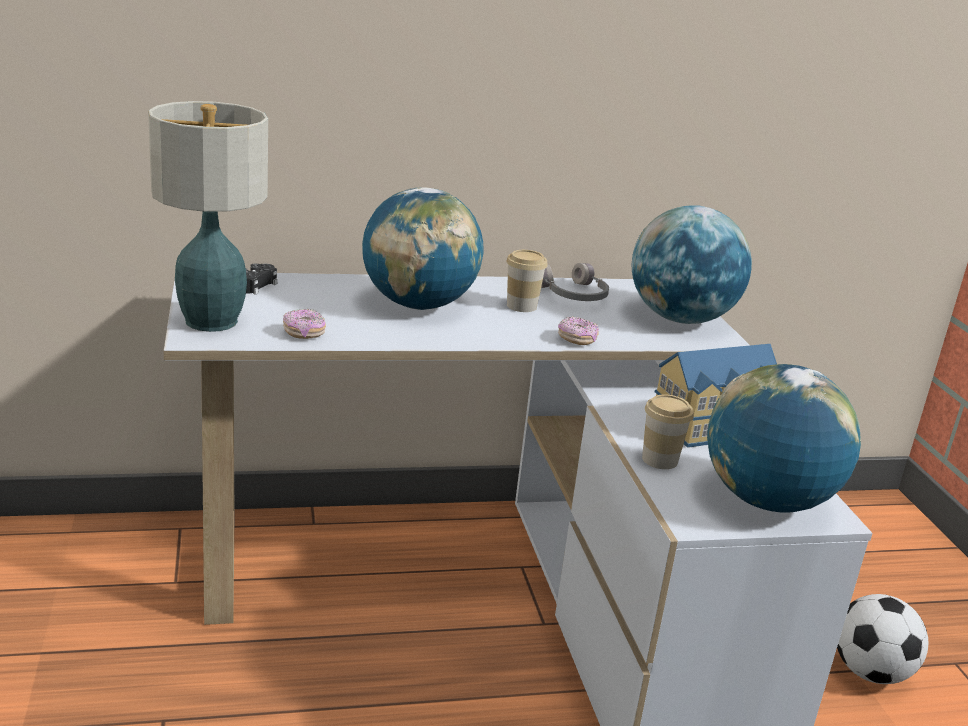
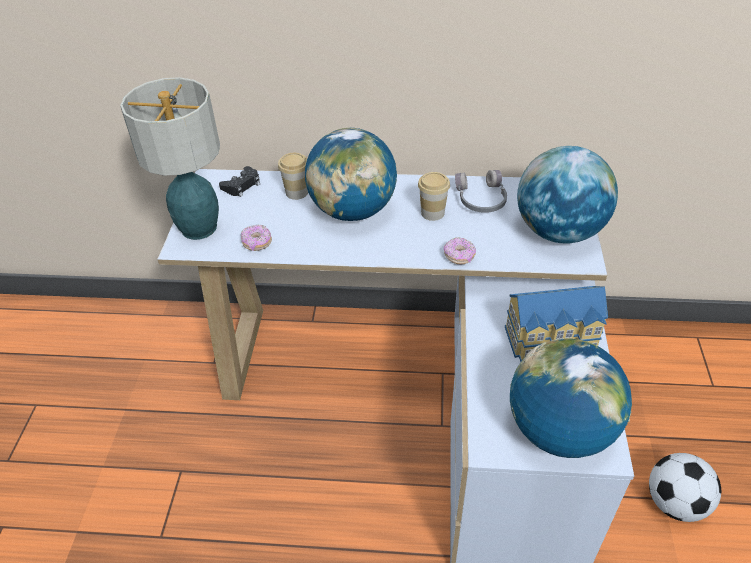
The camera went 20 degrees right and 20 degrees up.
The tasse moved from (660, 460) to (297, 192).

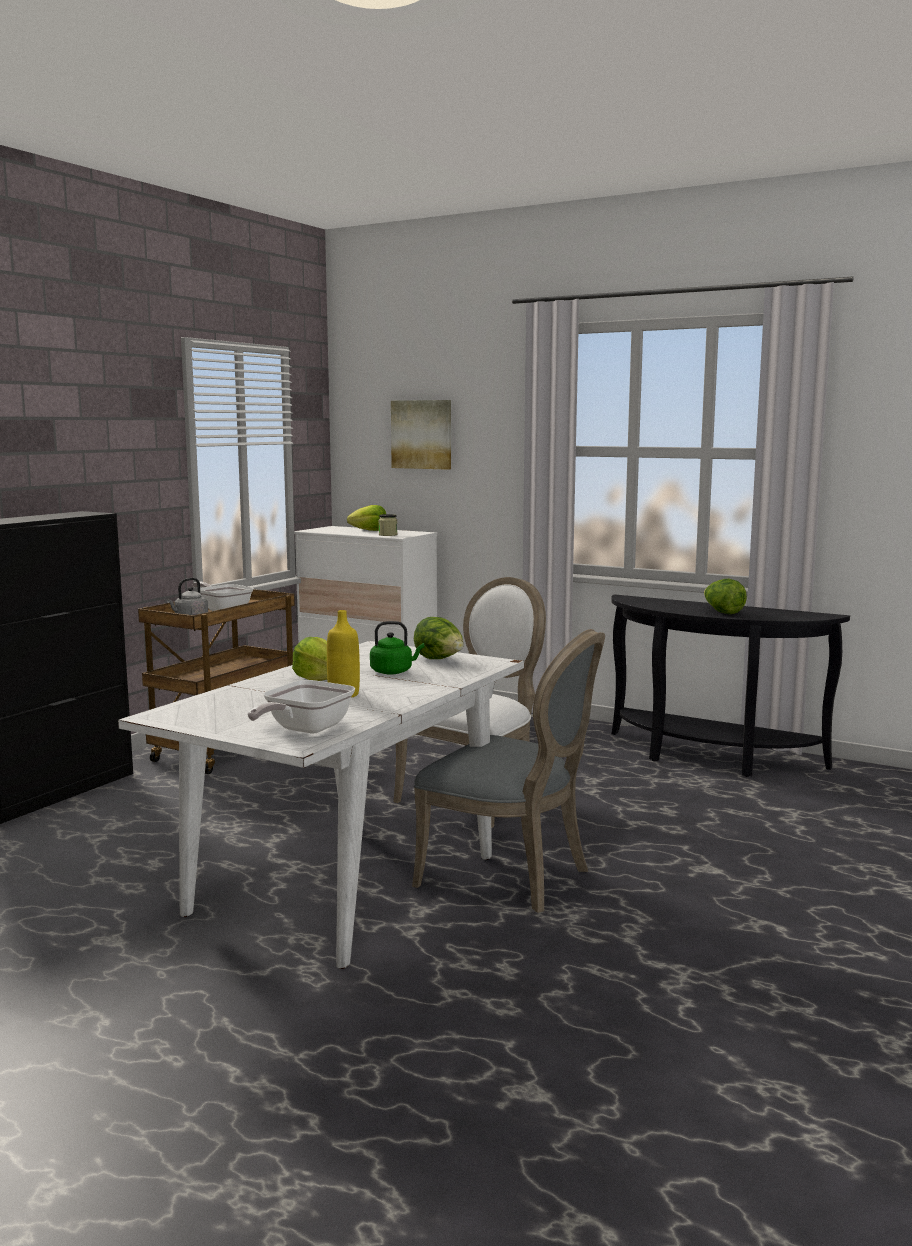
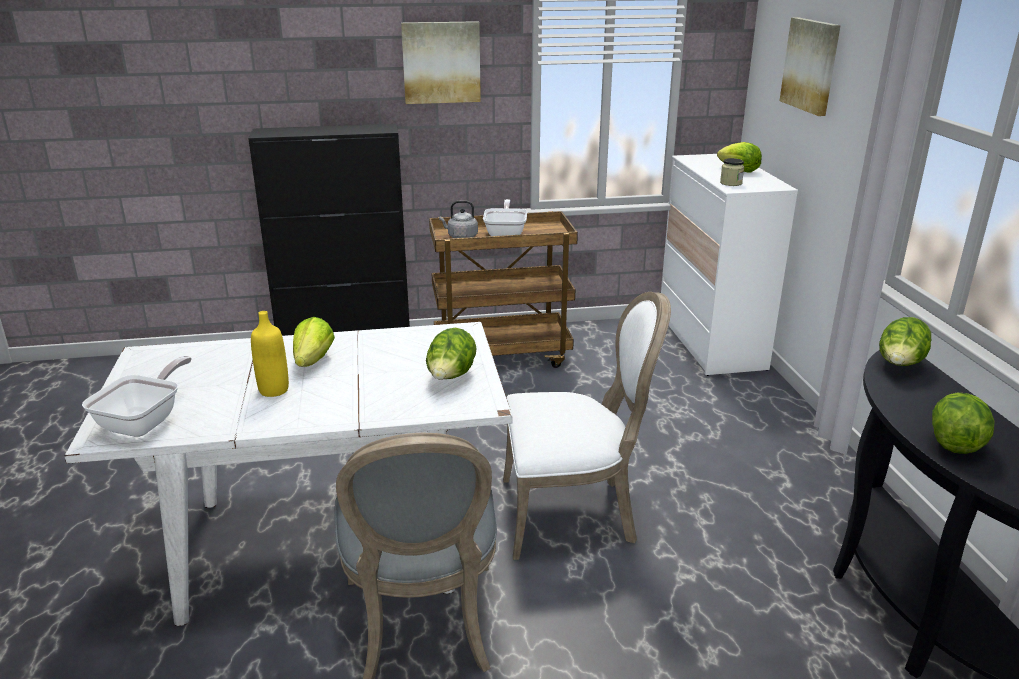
The camera went 50 degrees right and 15 degrees up.
The bouilloire [vert] at (393, 672) disappeared.
The tableau at (441, 62) appeared.
The laitue at (899, 365) appeared.
The poêle at (303, 730) turned 120 degrees clockwise.

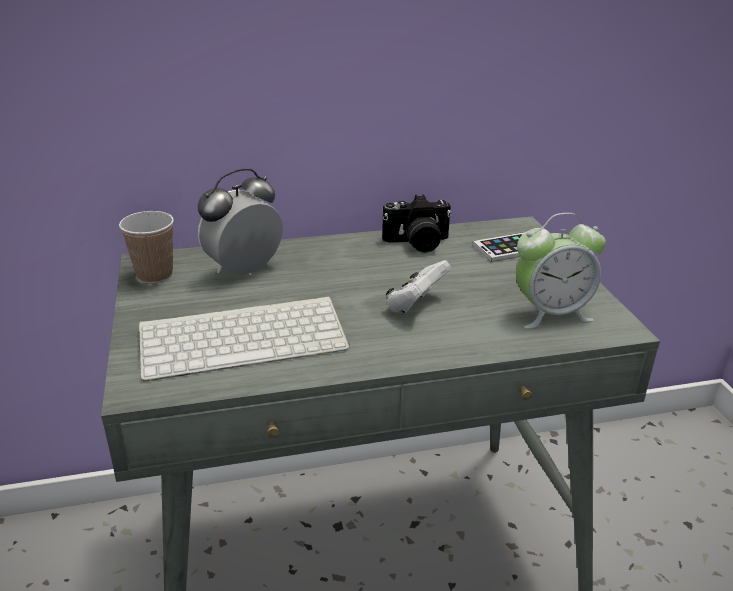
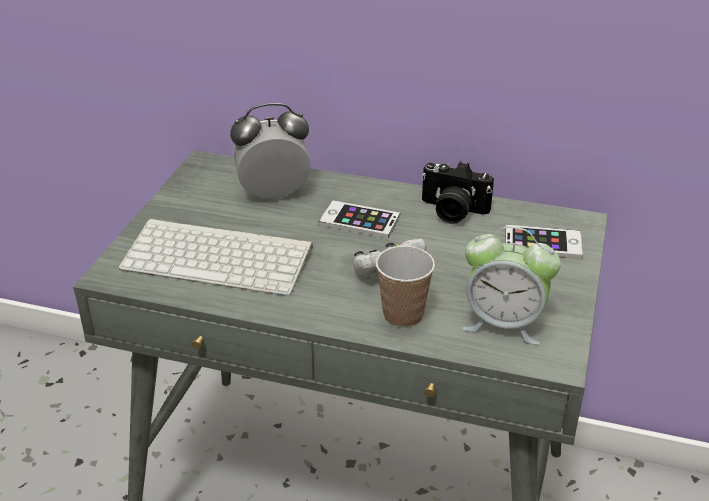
The camera went 30 degrees right and 5 degrees up.
The téléphone at (359, 220) appeared.
The tasse moved from (155, 275) to (403, 315).

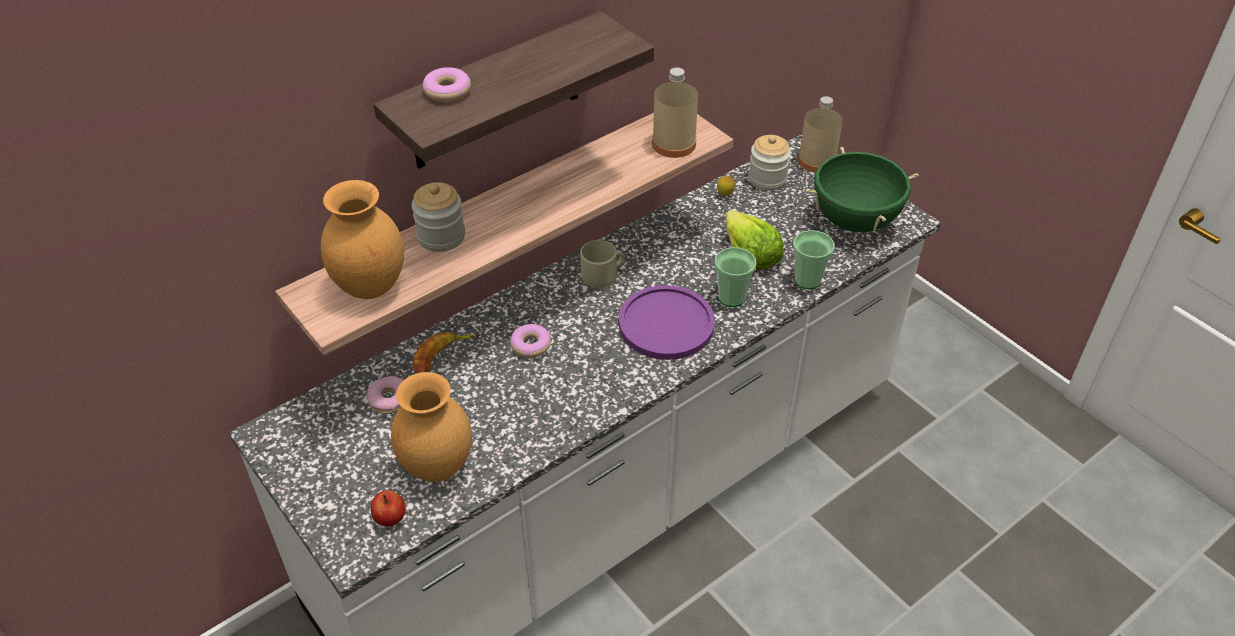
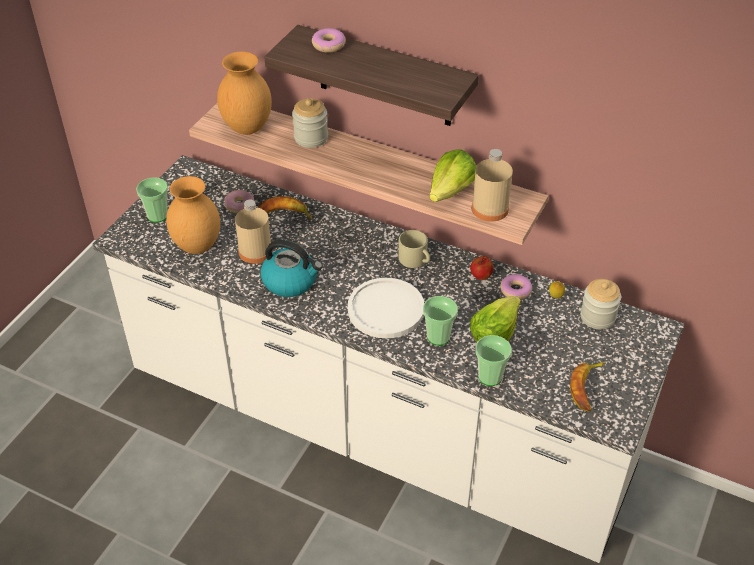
The camera went 65 degrees right and 0 degrees up.
The tasse at (157, 215) appeared.
The bouilloire at (291, 281) appeared.
The laitue at (451, 191) appeared.
The pomme moved from (390, 519) to (481, 276).
The beignet moved from (531, 345) to (515, 290).
The bouteille [beige] moved from (816, 161) to (255, 251).
The marmite [vert] at (855, 221) was replaced by the banane at (587, 388).
The assiette [violet] at (666, 324) became the assiette [blanc] at (386, 309).

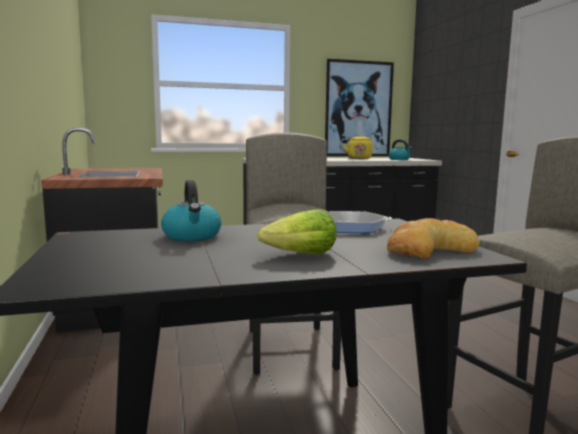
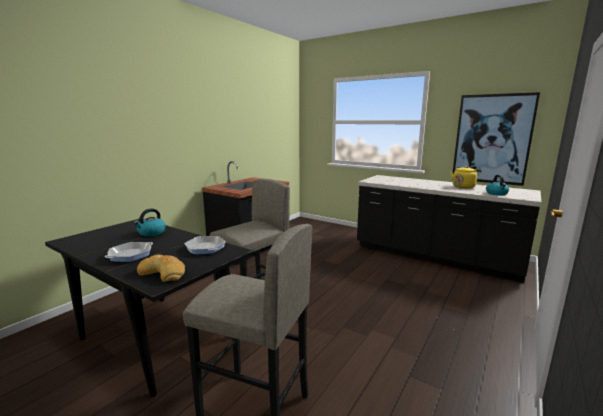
The camera went 50 degrees right and 5 degrees up.
The laitue at (301, 255) was replaced by the poêle at (130, 255).

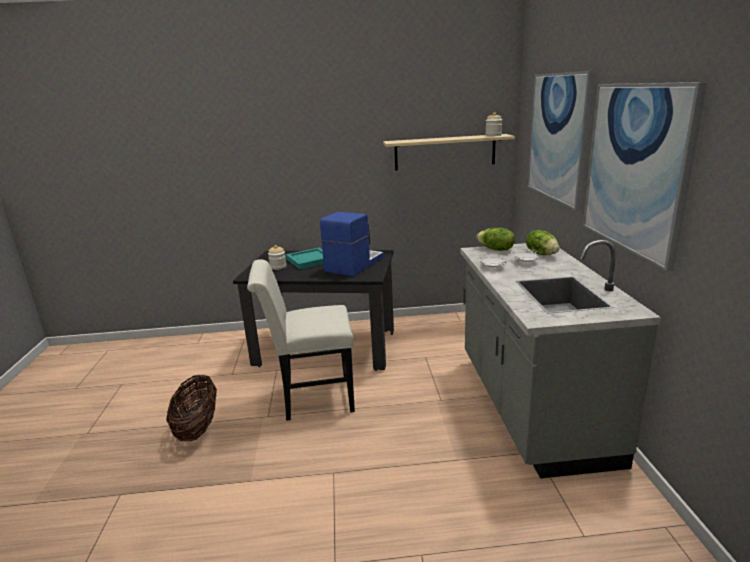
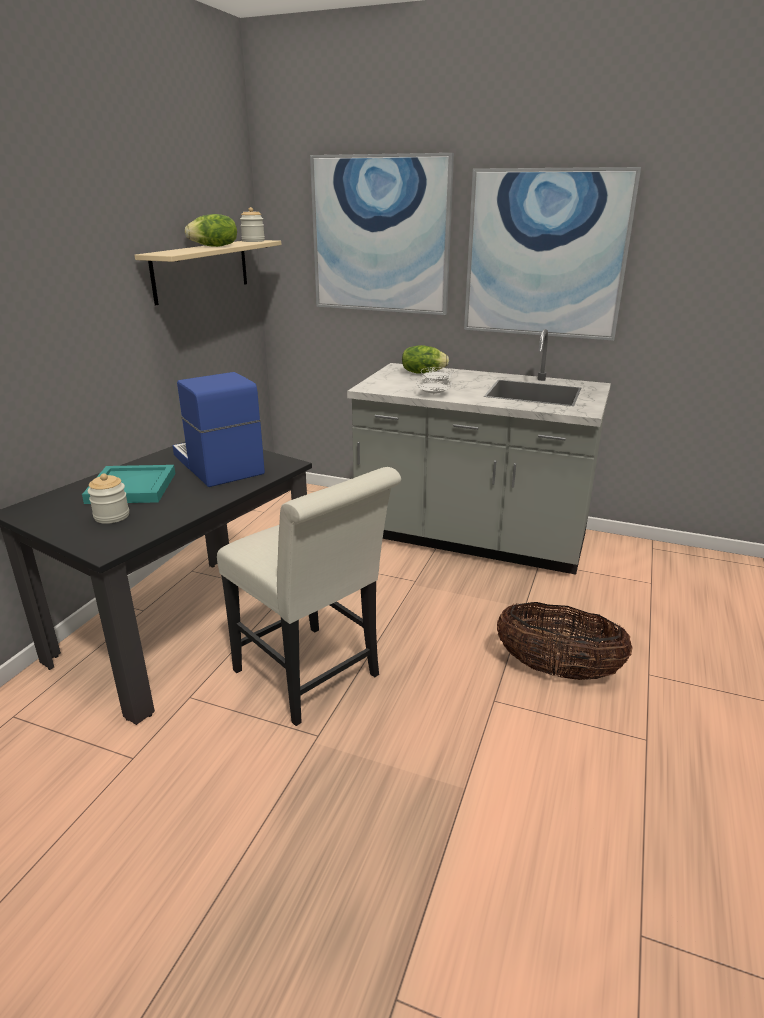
The camera went 65 degrees left and 5 degrees up.
The panier moved from (197, 428) to (557, 670).
The laitue moved from (495, 249) to (214, 246).
The chaise [blanc] at (312, 398) turned 60 degrees counterclockwise.

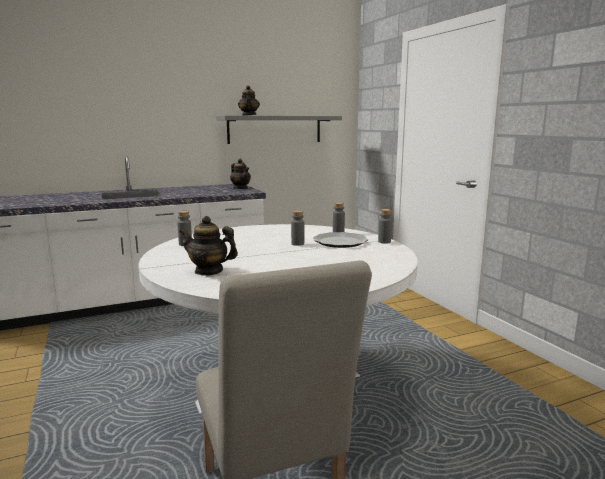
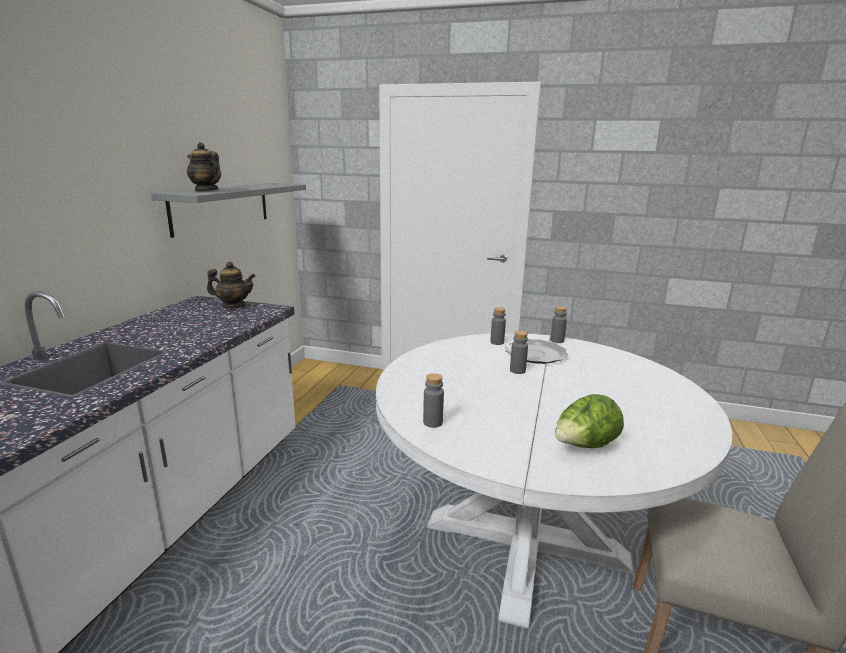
The camera went 50 degrees left and 5 degrees up.
The théière at (209, 271) was replaced by the laitue at (584, 446).

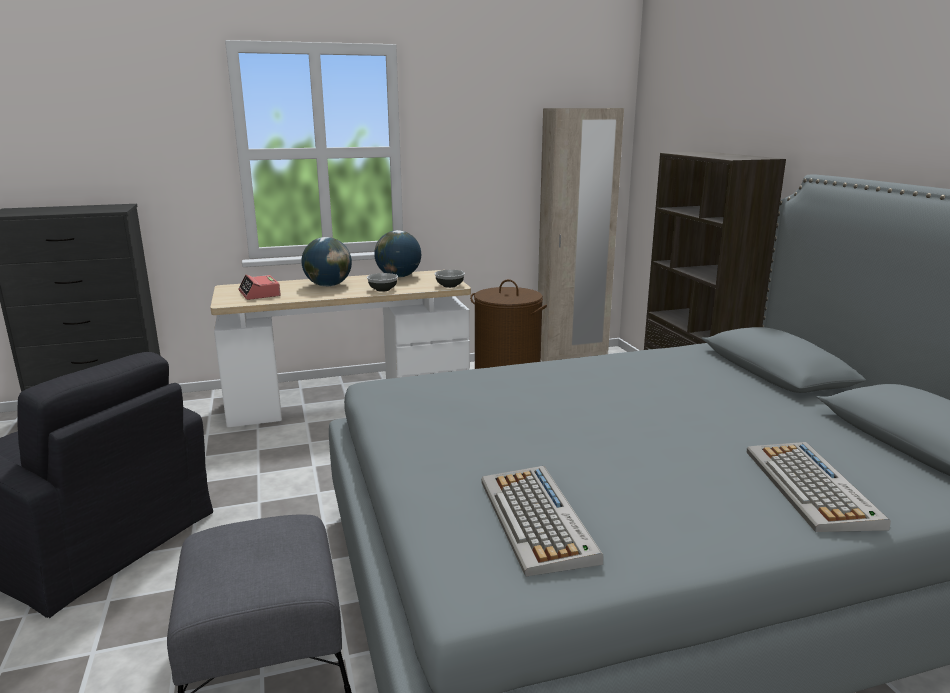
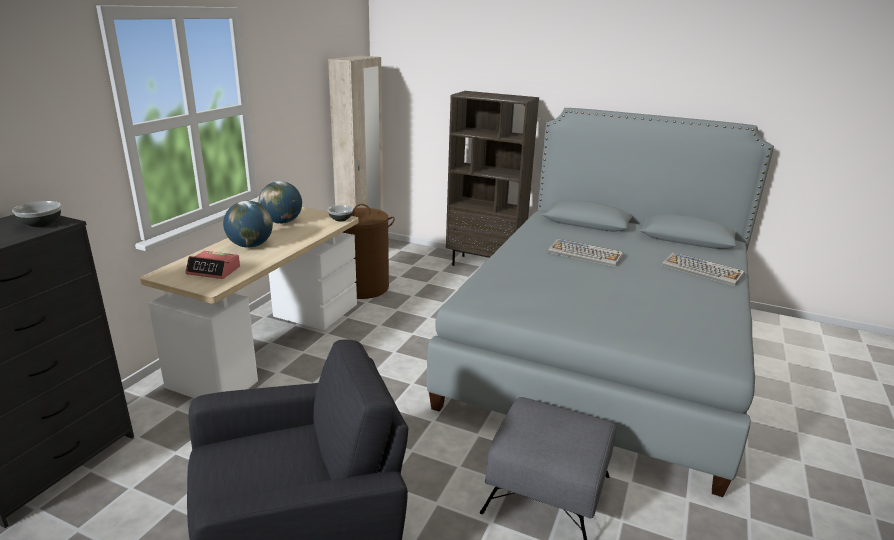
The camera went 50 degrees left and 5 degrees up.
The bol moved from (383, 289) to (42, 224).
The clavier moved from (538, 520) to (585, 254).

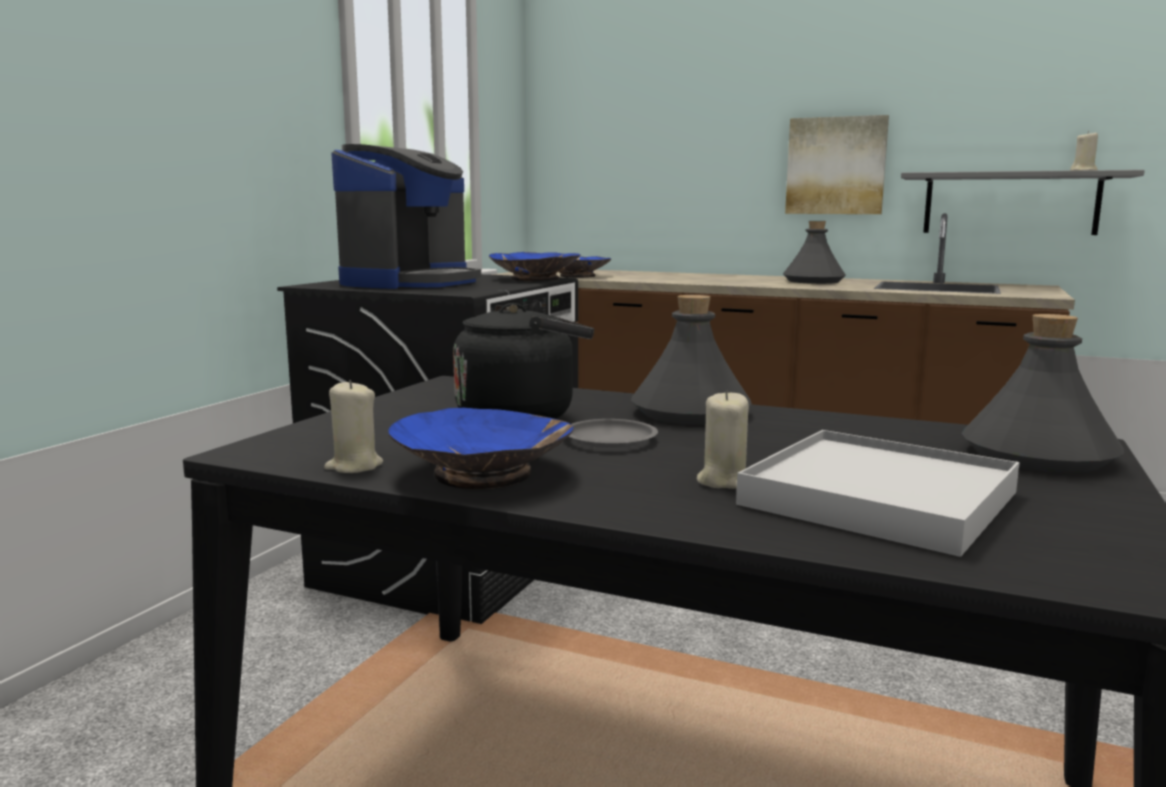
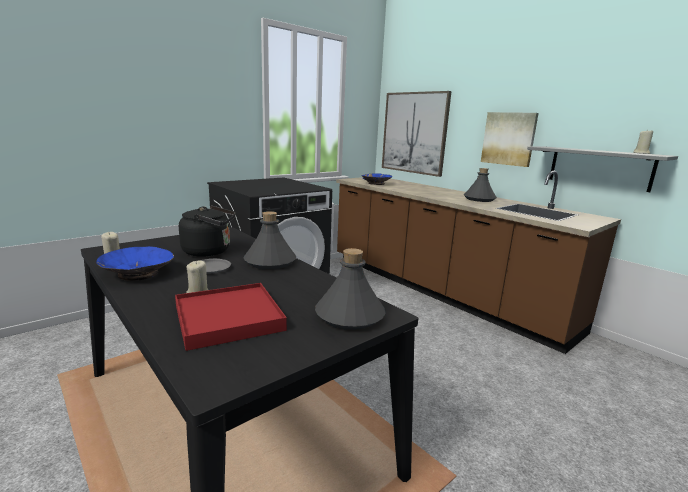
The camera went 25 degrees right and 5 degrees up.
The machine à café at (410, 282) disappeared.
The bol [bleu] at (534, 279) disappeared.
The tableau at (414, 133) appeared.
The plateau [blanc] at (879, 499) became the plateau [rouge] at (228, 318).

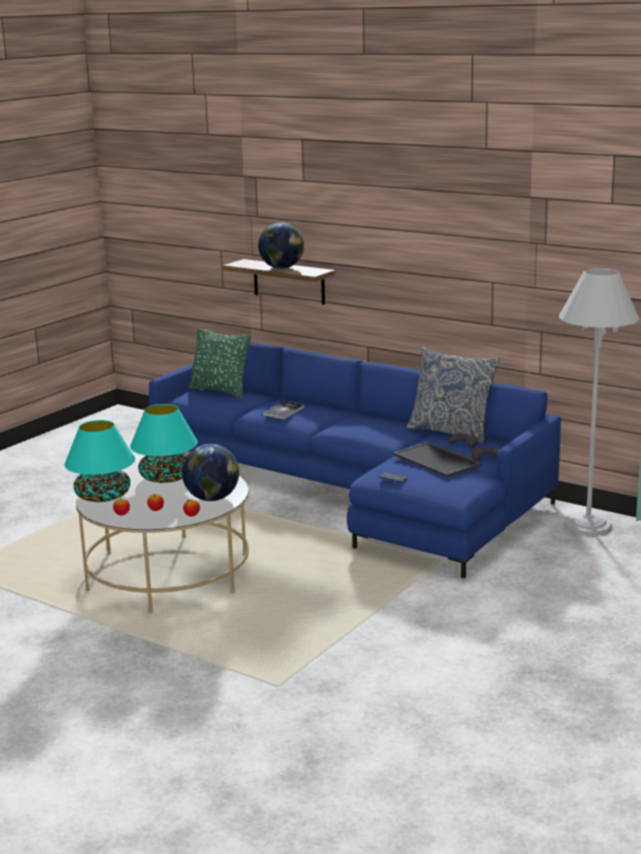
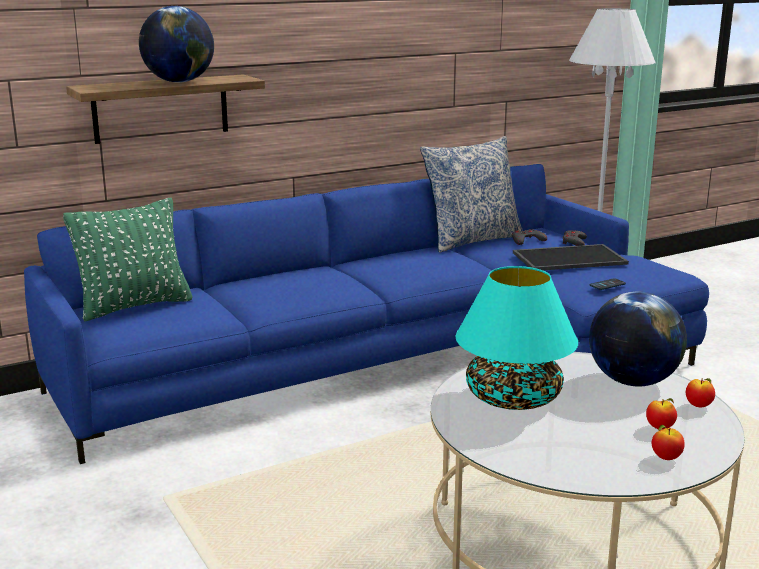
The camera went 65 degrees left and 0 degrees up.
The lampe de table [turquoise] at (103, 496) disappeared.
The livre at (283, 411) disappeared.

